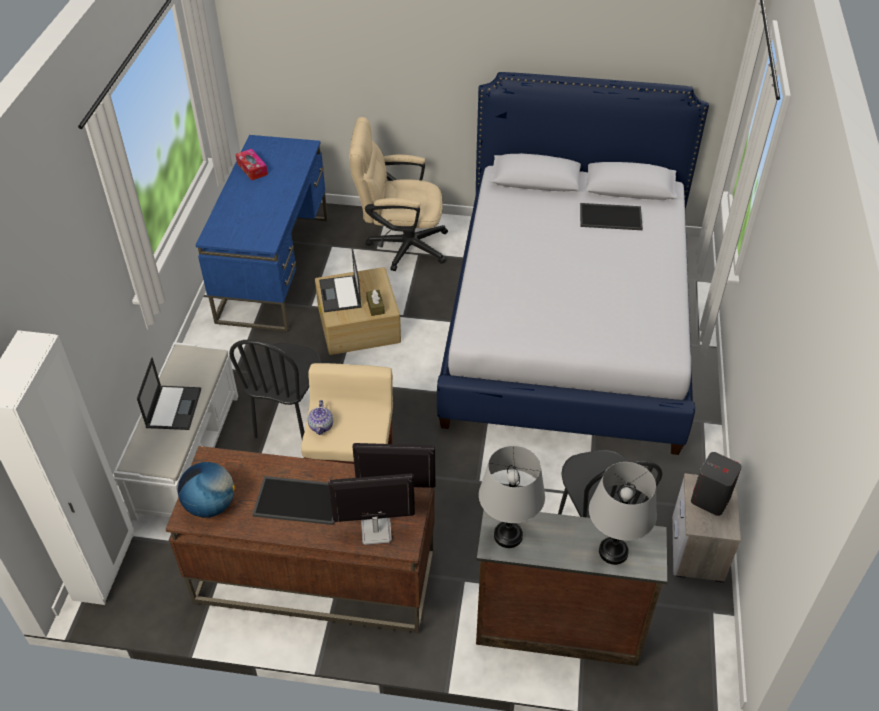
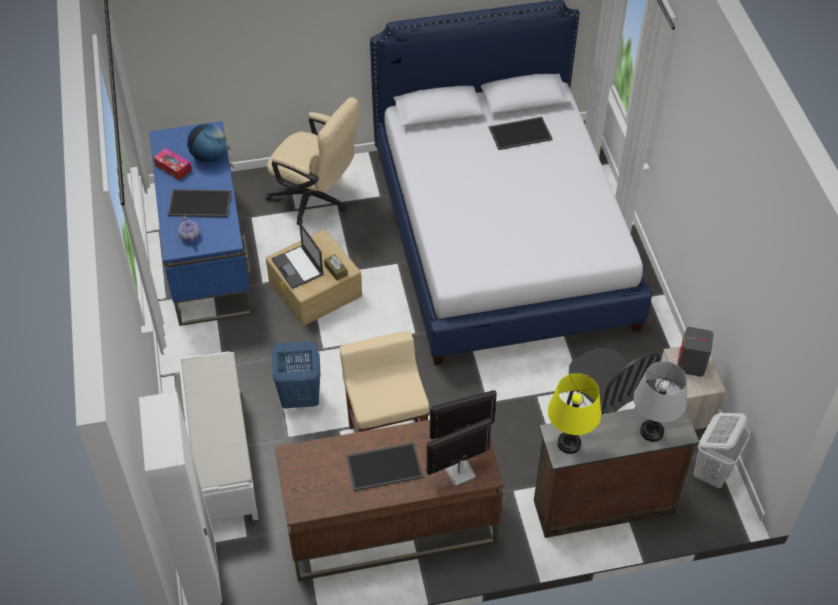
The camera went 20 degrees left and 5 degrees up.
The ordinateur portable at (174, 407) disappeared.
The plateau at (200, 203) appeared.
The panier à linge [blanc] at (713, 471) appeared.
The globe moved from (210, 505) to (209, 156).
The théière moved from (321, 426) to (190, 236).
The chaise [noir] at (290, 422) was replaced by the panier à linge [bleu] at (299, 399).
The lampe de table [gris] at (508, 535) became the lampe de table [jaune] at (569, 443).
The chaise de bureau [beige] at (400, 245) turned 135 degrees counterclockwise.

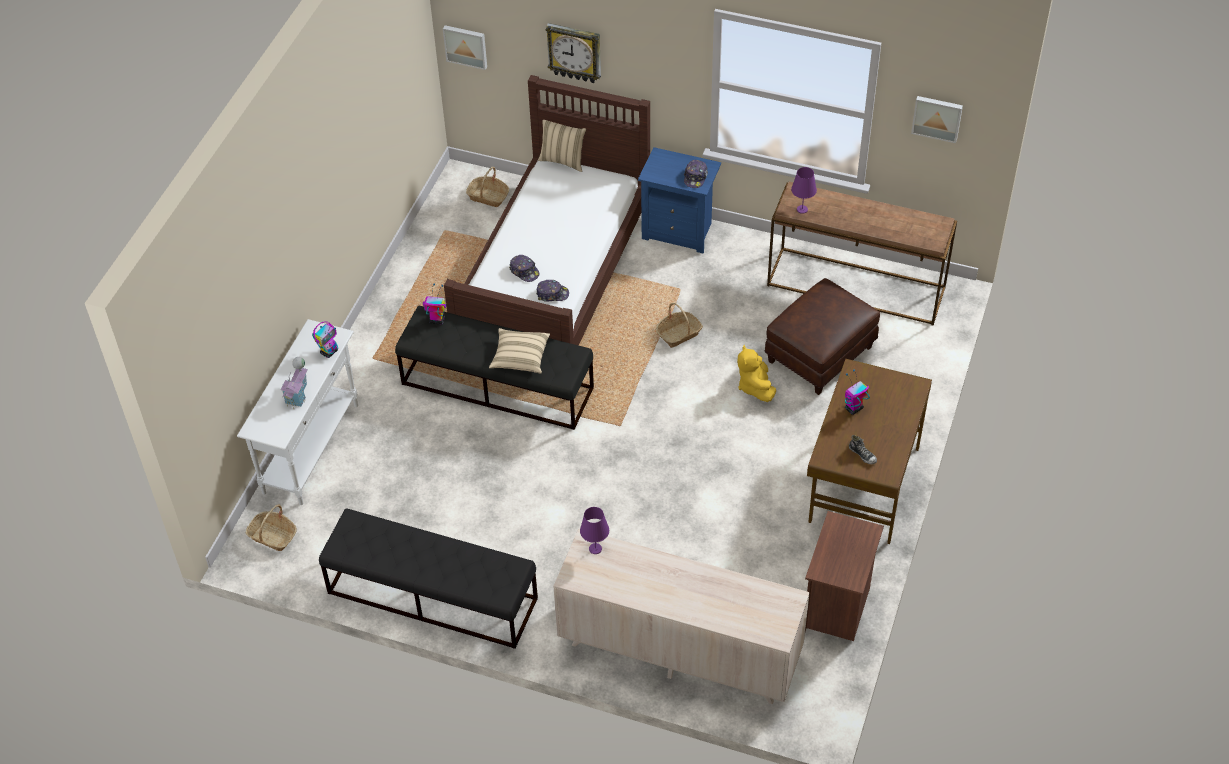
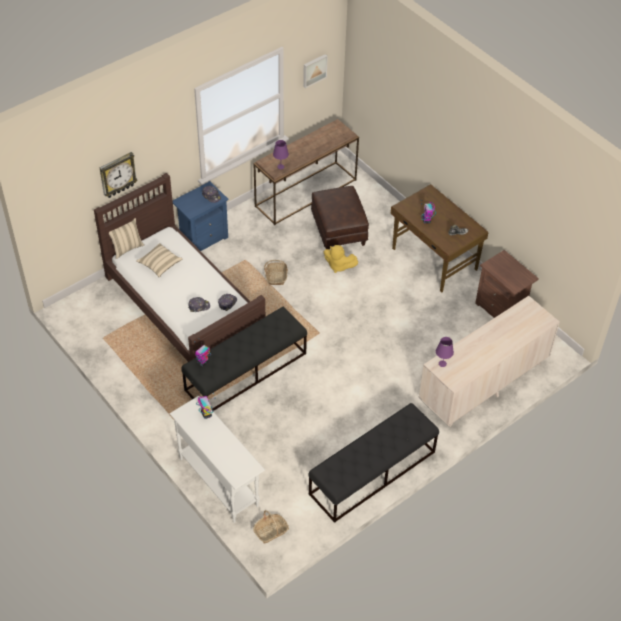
The camera went 60 degrees left and 0 degrees up.
The maison miniature at (298, 394) disappeared.
The tableau at (466, 46) disappeared.
The panier at (488, 196) disappeared.
The coussin [beige] moved from (520, 357) to (160, 264).

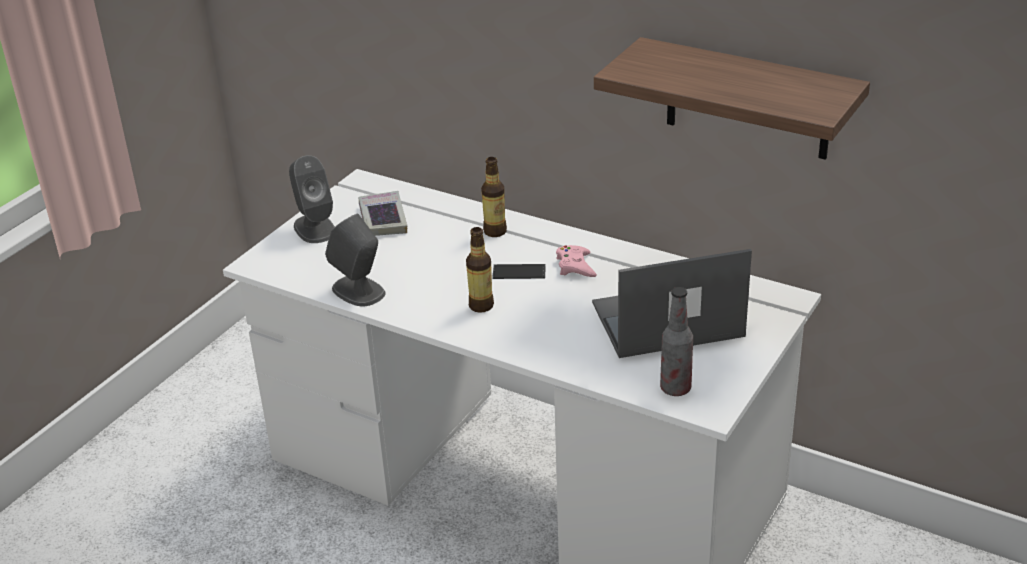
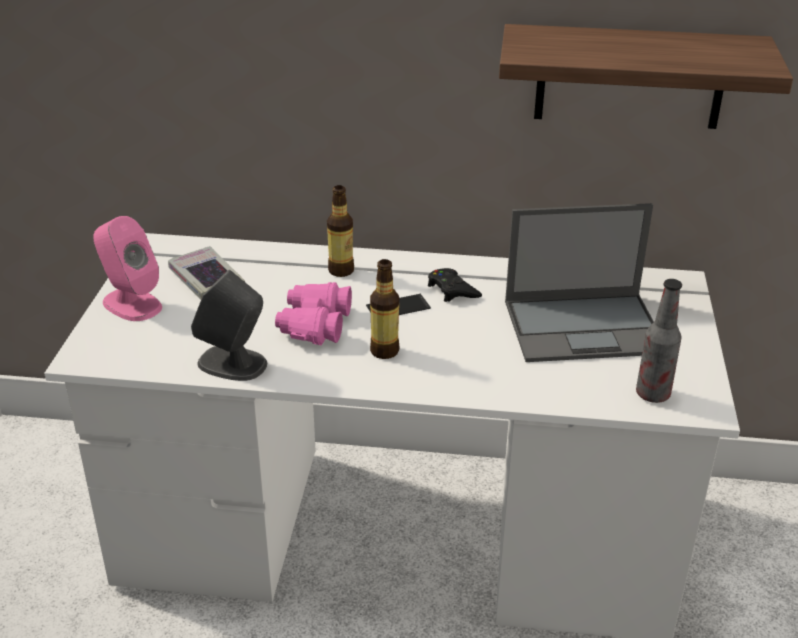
The camera went 25 degrees left and 0 degrees up.
The jumelles [rose] at (314, 325) appeared.
The enceinte [gris] at (314, 228) became the enceinte [rose] at (131, 304).
The manette [rose] at (575, 266) became the manette [noir] at (452, 290).
The ordinateur portable at (665, 321) turned 150 degrees counterclockwise.

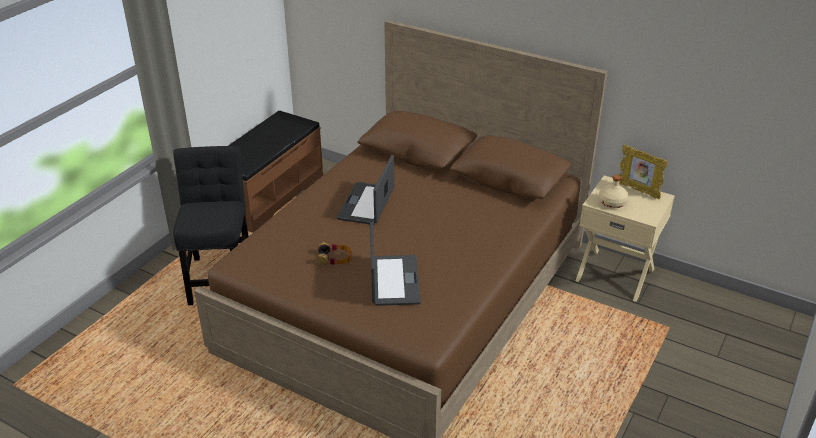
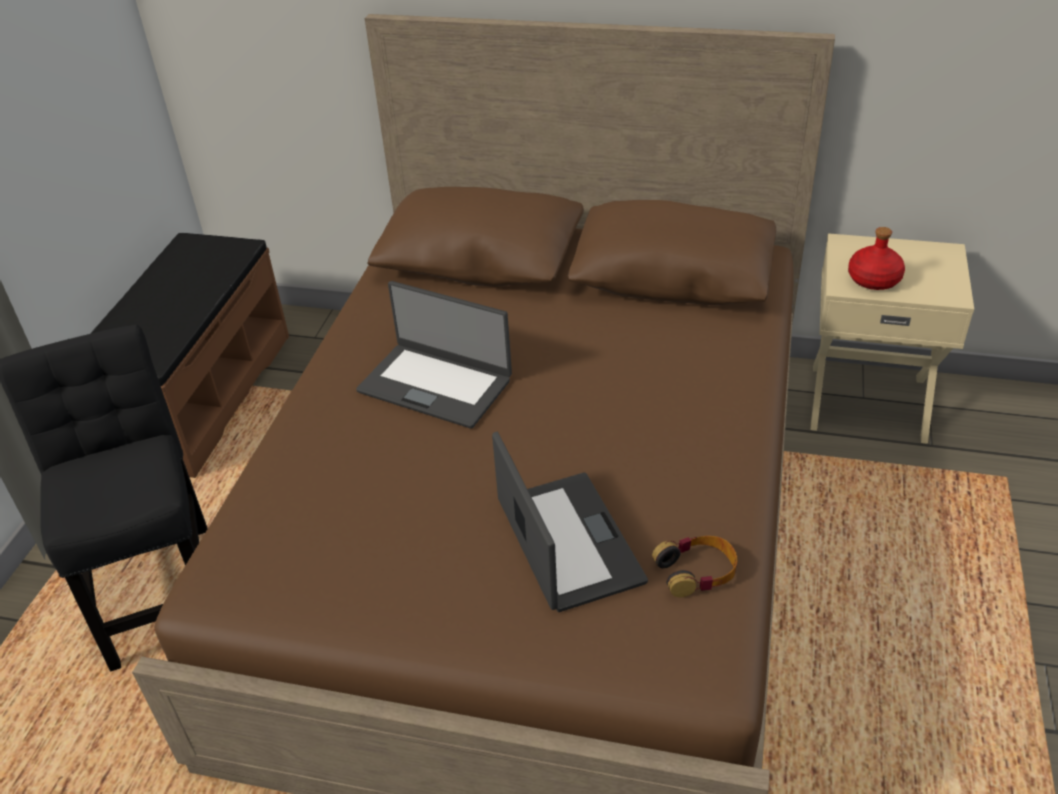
The camera went 15 degrees left and 5 degrees up.
The cadre photo at (638, 190) disappeared.
The casque audio moved from (334, 258) to (696, 571).
The bouteille [beige] at (612, 202) became the bouteille [rouge] at (873, 280).
The ordinateur portable at (367, 204) turned 60 degrees counterclockwise.

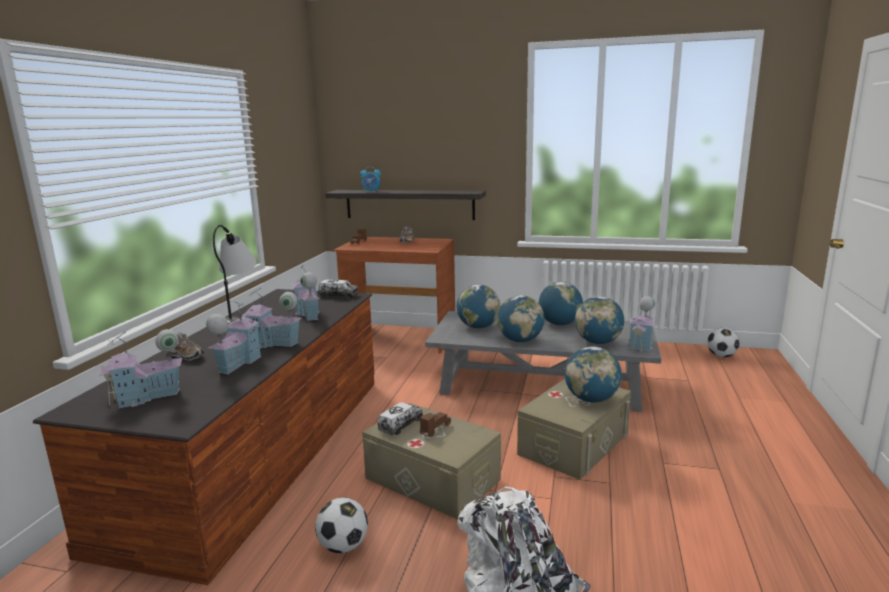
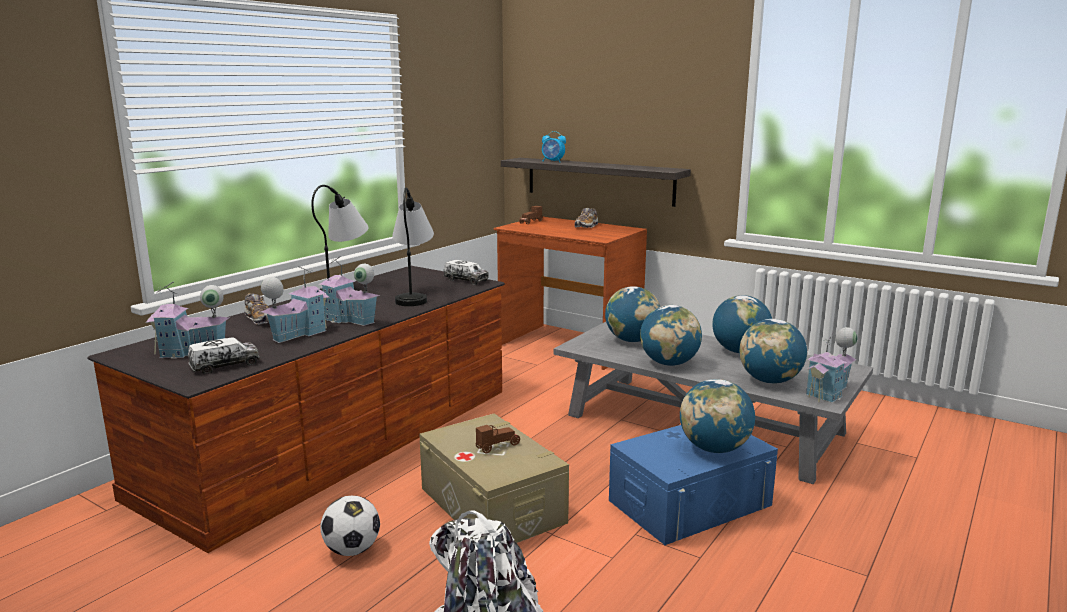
The camera went 20 degrees right and 0 degrees up.
The ballon de foot at (721, 356) disappeared.
The camion jouet moved from (400, 425) to (225, 365).
The maison miniature at (308, 314) was replaced by the lampe de table at (414, 295).
The boîte de rangement [beige] at (574, 443) became the boîte de rangement [bleu] at (690, 503).

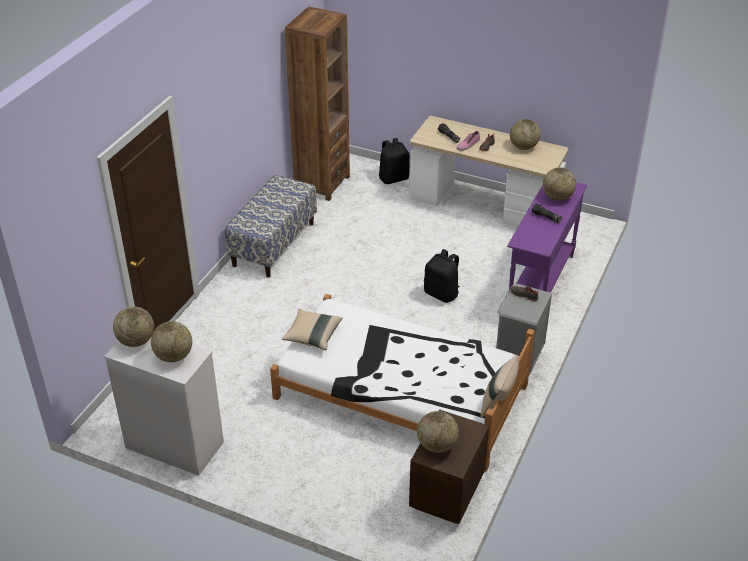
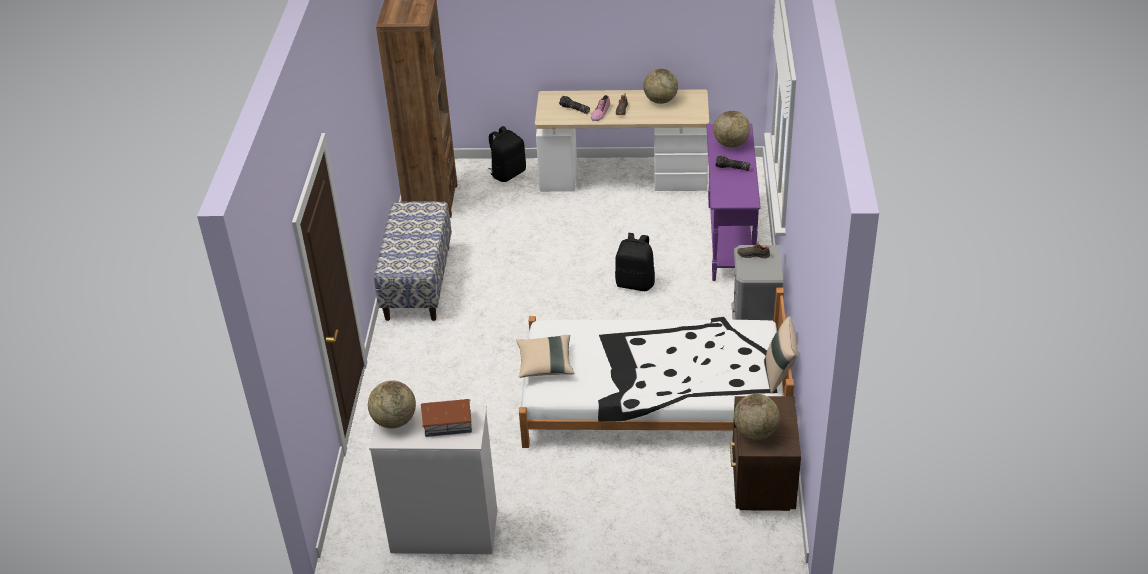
The camera went 20 degrees left and 0 degrees up.
The globe at (174, 356) was replaced by the maison miniature at (448, 424).

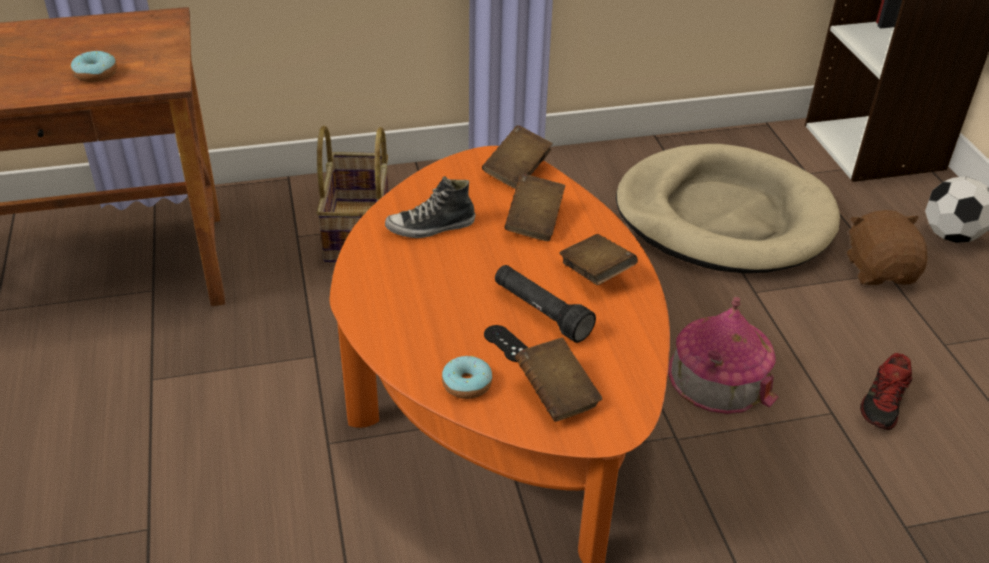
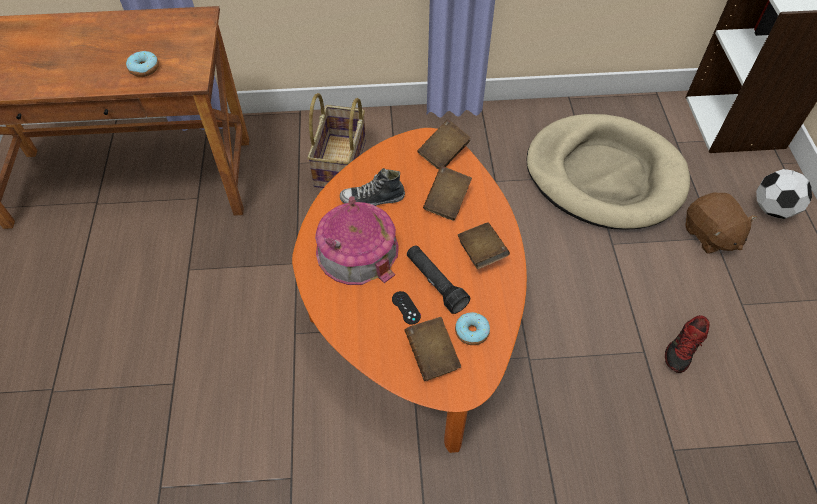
The camera went 10 degrees right and 15 degrees up.
The beignet moved from (467, 384) to (471, 332).
The maison miniature moved from (719, 375) to (357, 250).
The peluche [marron] at (880, 270) turned 150 degrees clockwise.

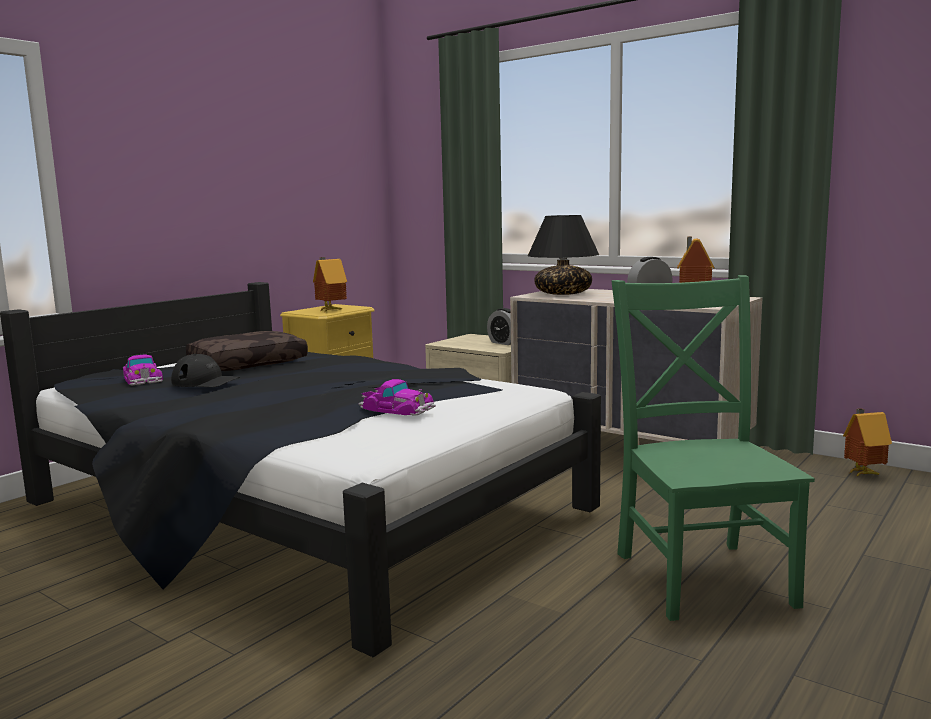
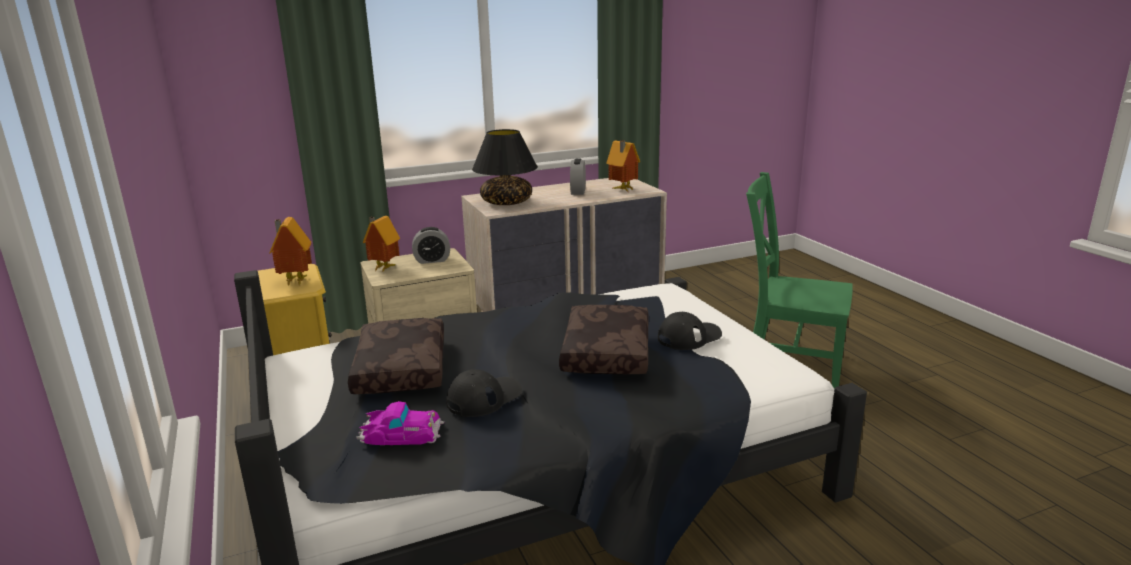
The camera went 60 degrees left and 10 degrees up.
The coussin [marron] at (604, 352) appeared.
The maison miniature moved from (862, 473) to (383, 268).
The petite voiture at (397, 408) was replaced by the casquette [noir] at (689, 337).

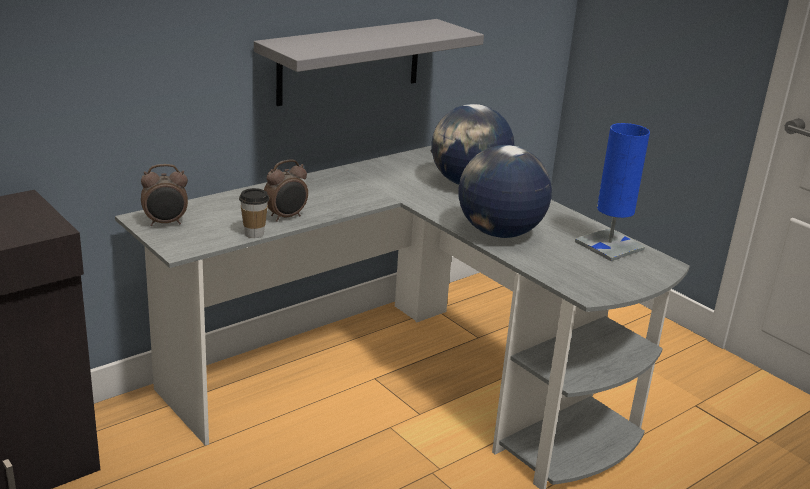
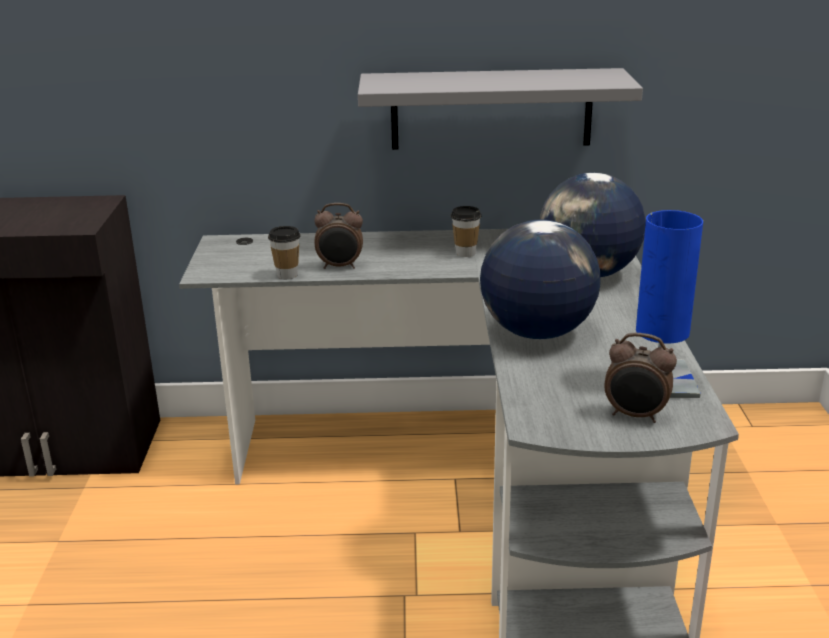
The camera went 40 degrees right and 0 degrees up.
The tasse at (465, 253) appeared.
The réveil moved from (166, 223) to (635, 416).

